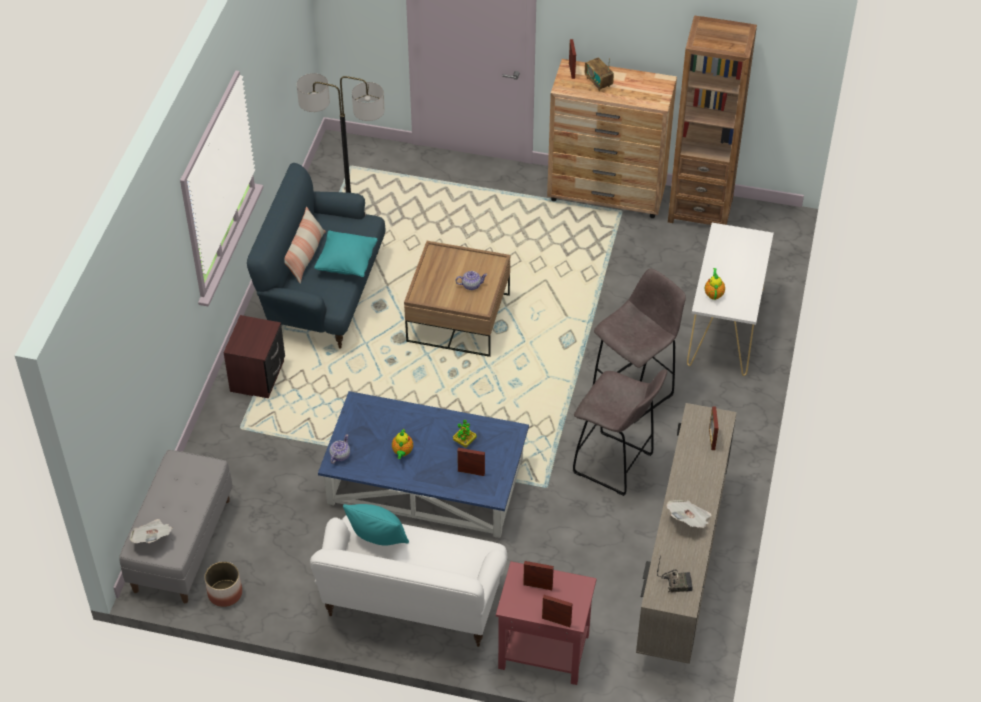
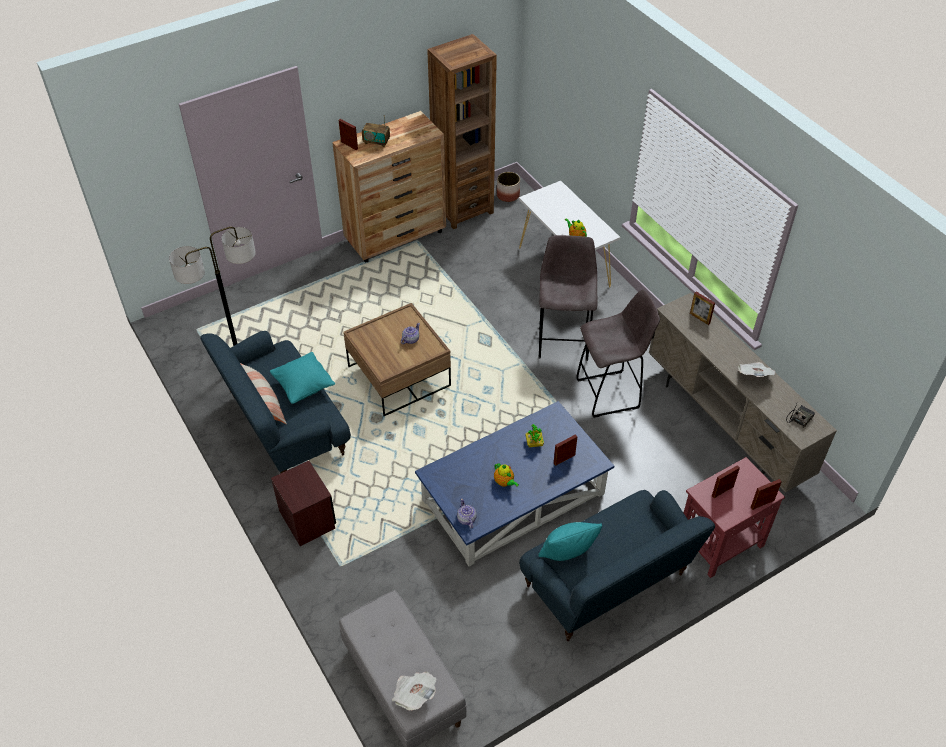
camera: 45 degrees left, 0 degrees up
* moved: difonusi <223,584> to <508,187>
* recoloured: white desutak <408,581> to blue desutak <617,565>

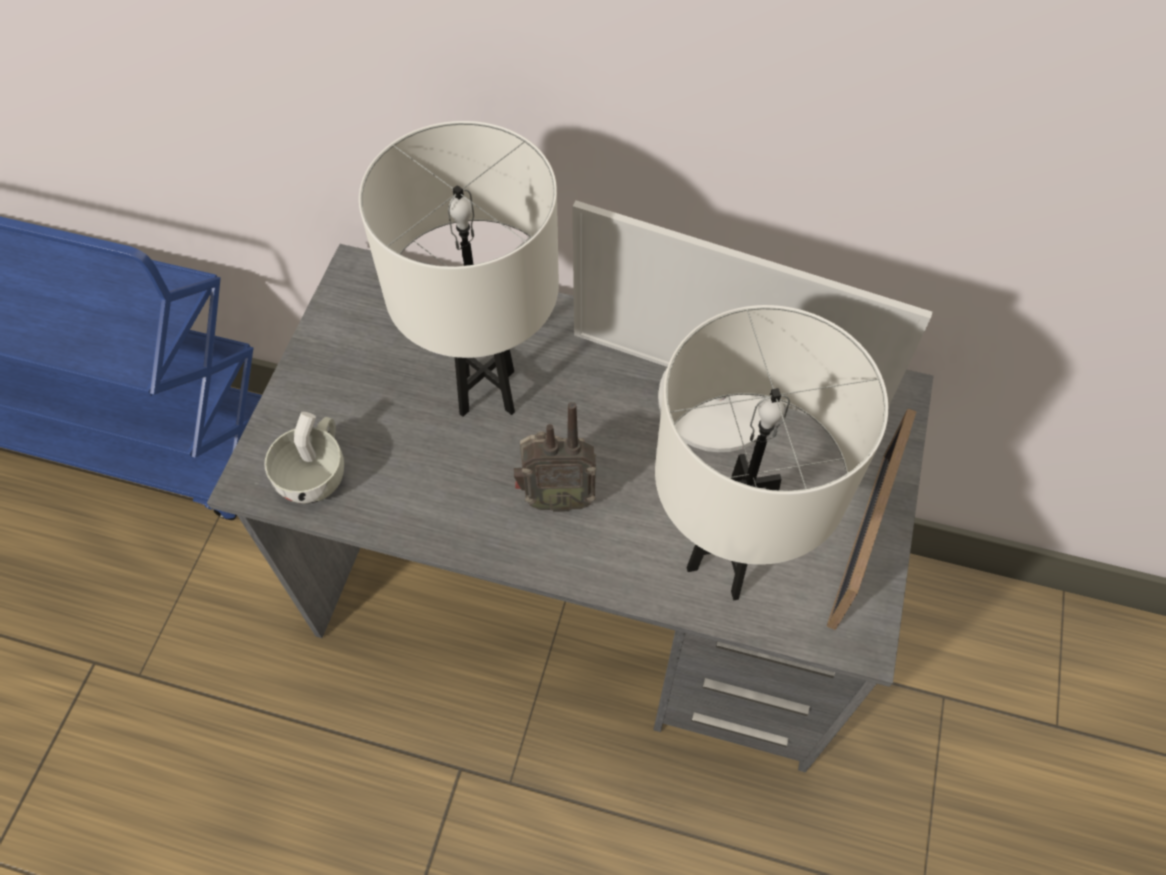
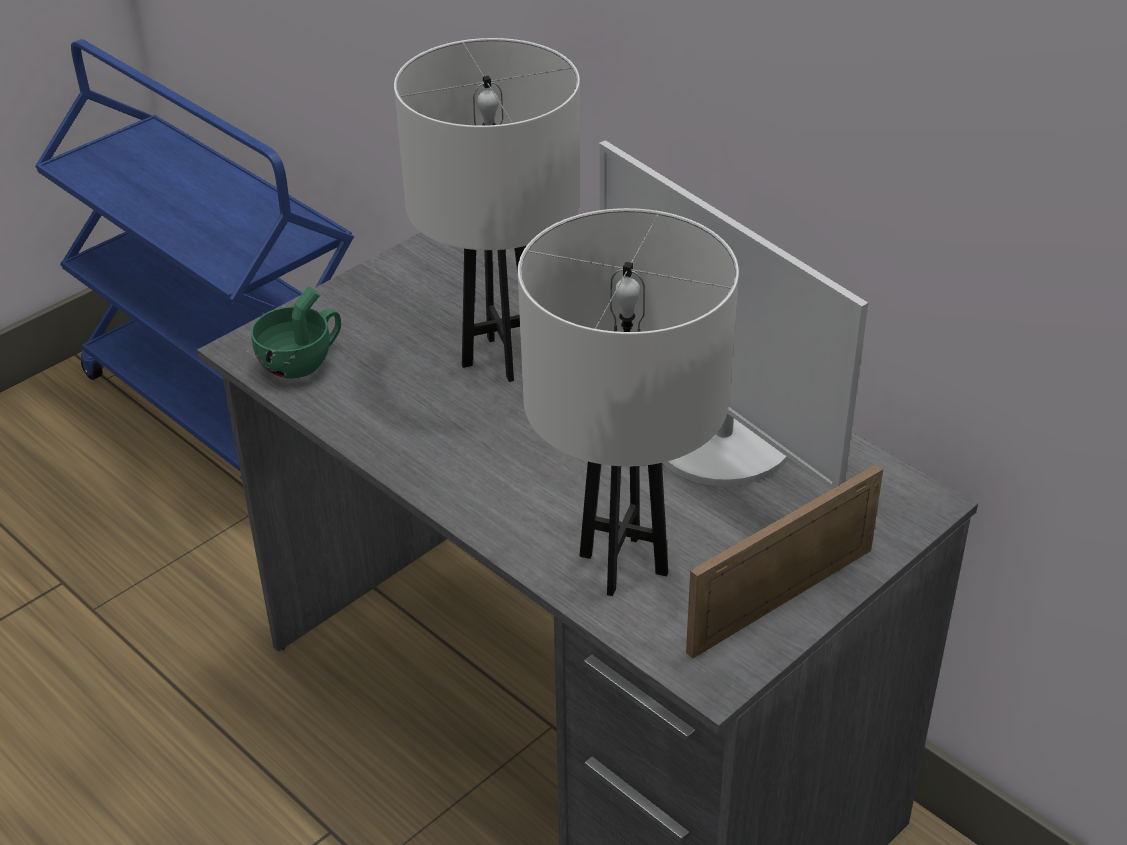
camera: 30 degrees right, 20 degrees down
* recoloured: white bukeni <304,458> to green bukeni <296,332>
* removed: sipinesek <555,457>

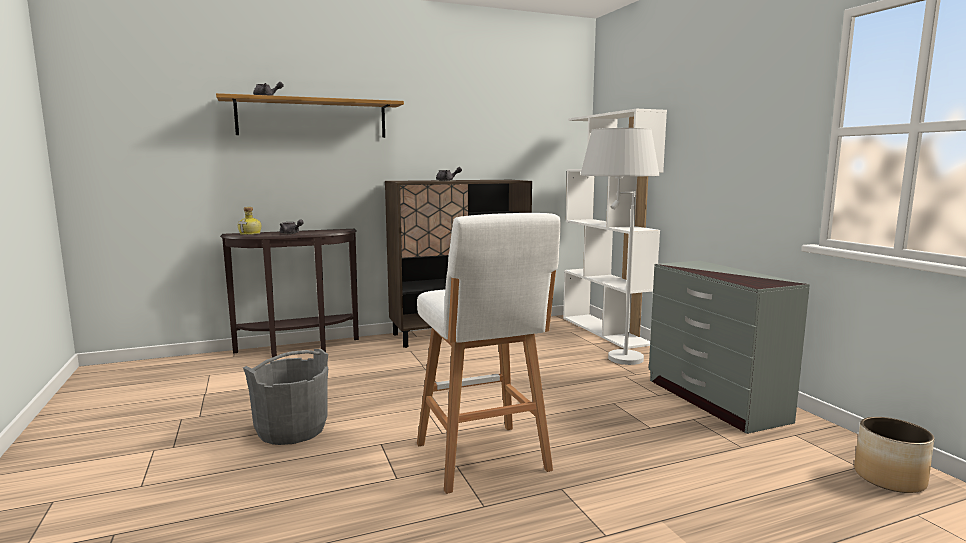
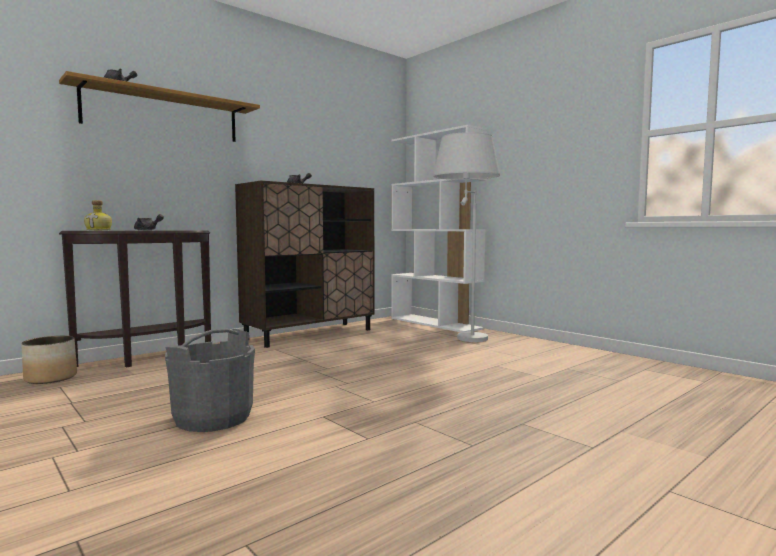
camera: 20 degrees left, 5 degrees down
* removed: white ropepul <489,353>
* removed: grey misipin <729,347>
* moved: difonusi <894,455> to <49,360>

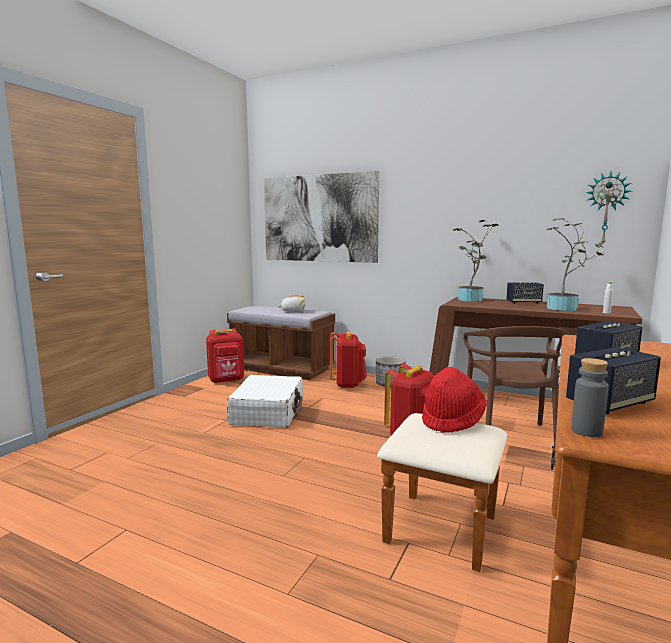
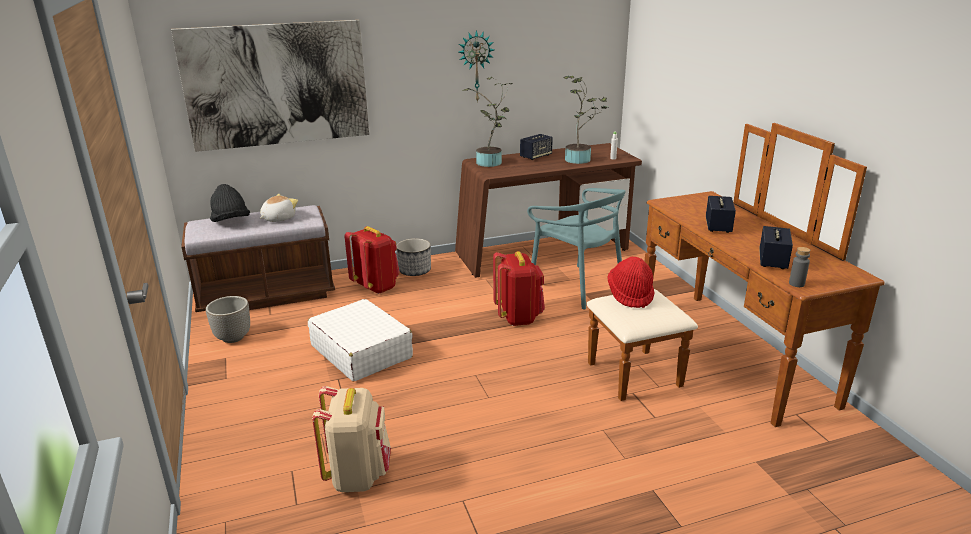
camera: 45 degrees left, 15 degrees up
* replaced: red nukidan <225,356> to difonusi <228,319>
* recoloured: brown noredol <516,391> to turquoise noredol <576,249>
* moved: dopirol <608,208> to <476,66>
* added: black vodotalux <230,203>
* added: beige nukidan <351,439>

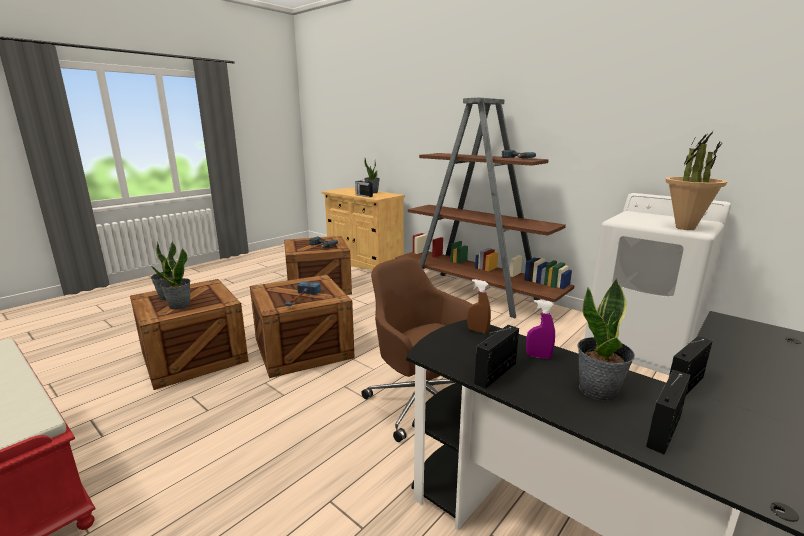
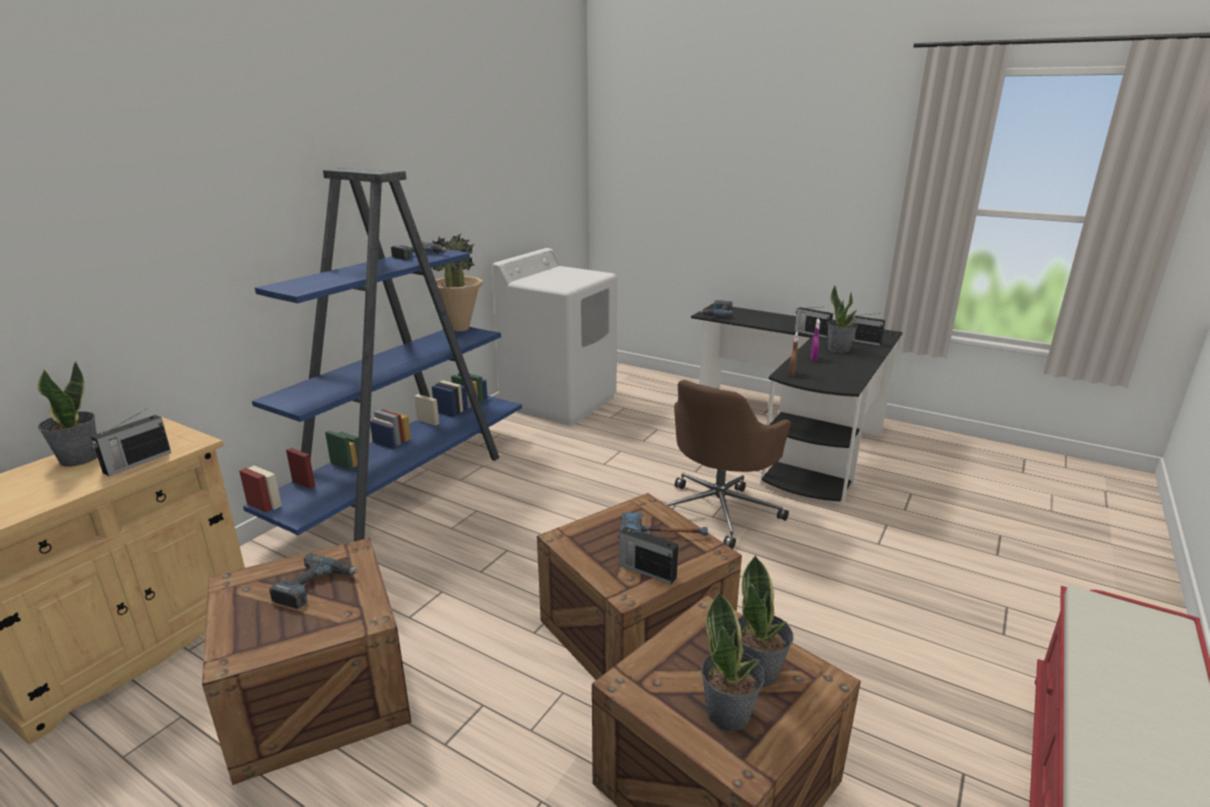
camera: 100 degrees left, 5 degrees up
* recoloured: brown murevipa <485,208> to blue murevipa <380,354>
* moved: sipinesek <496,357> to <648,555>
* moved: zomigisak <696,180> to <457,282>
* added: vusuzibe <716,308>

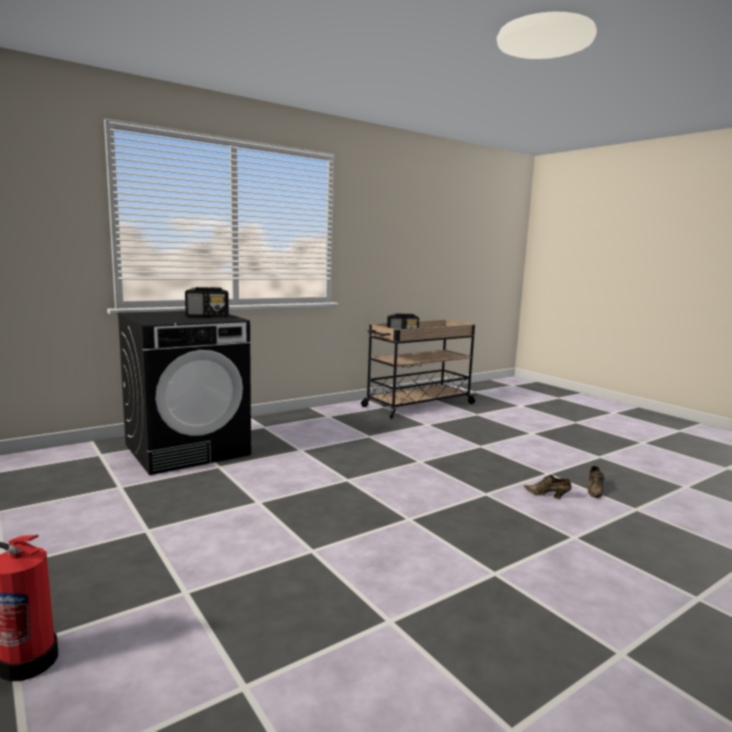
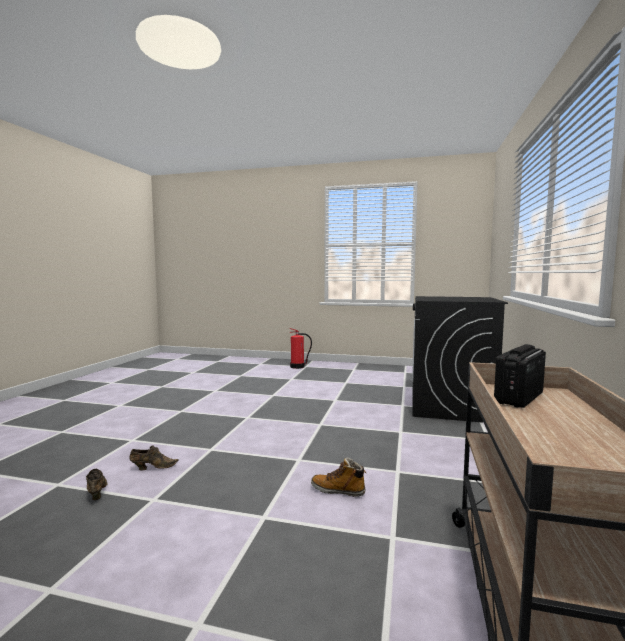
camera: 140 degrees right, 5 degrees down
* removed: sipinesek <207,302>
* added: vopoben <339,477>

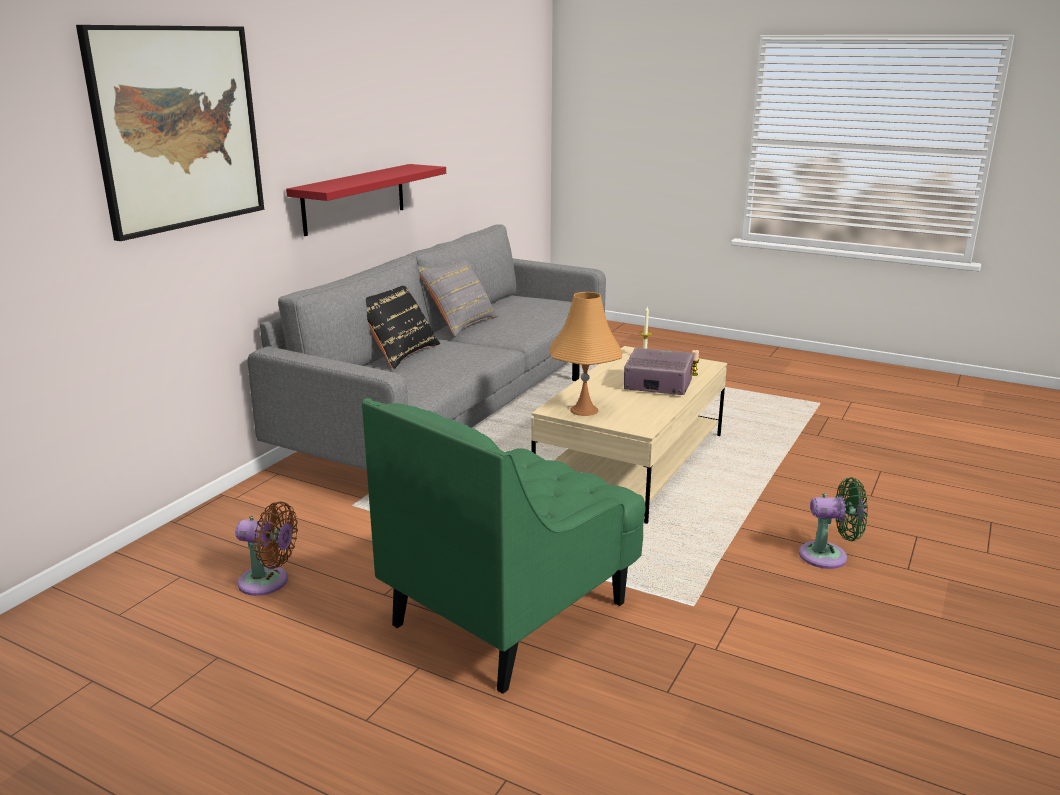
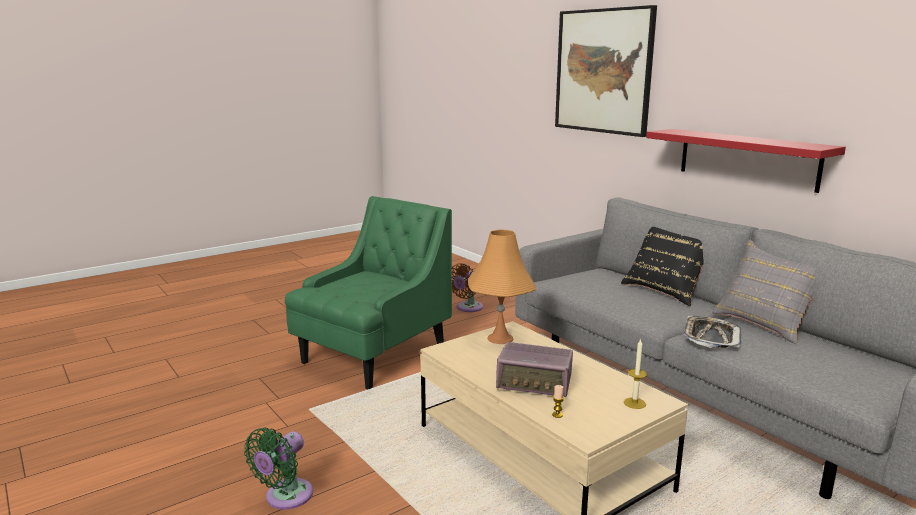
camera: 115 degrees right, 5 degrees down
* turned: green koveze <504,546> = <368,292> 60 degrees clockwise
* turned: sipinesek <658,371> = <534,369> 60 degrees clockwise
* added: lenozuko <712,332>

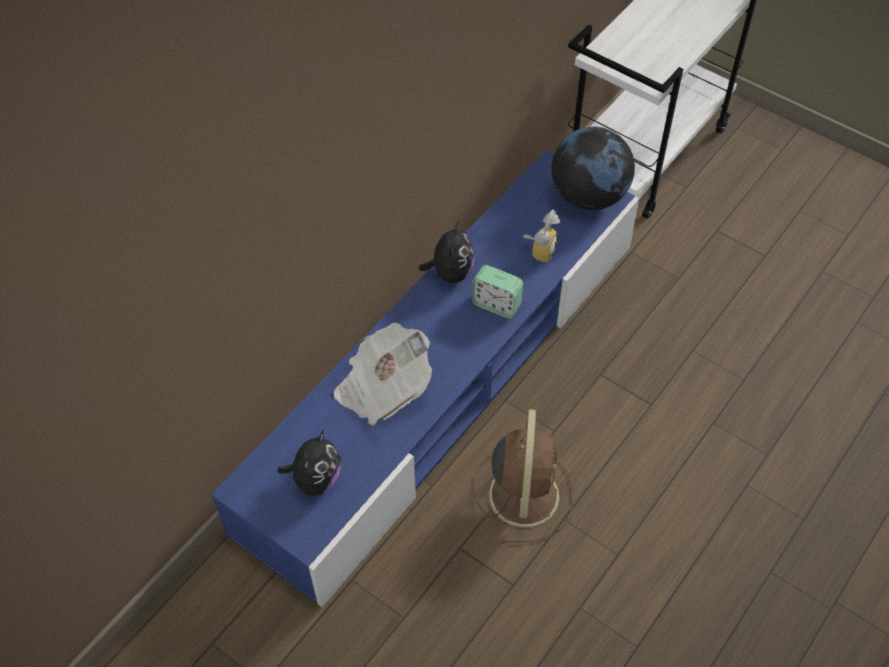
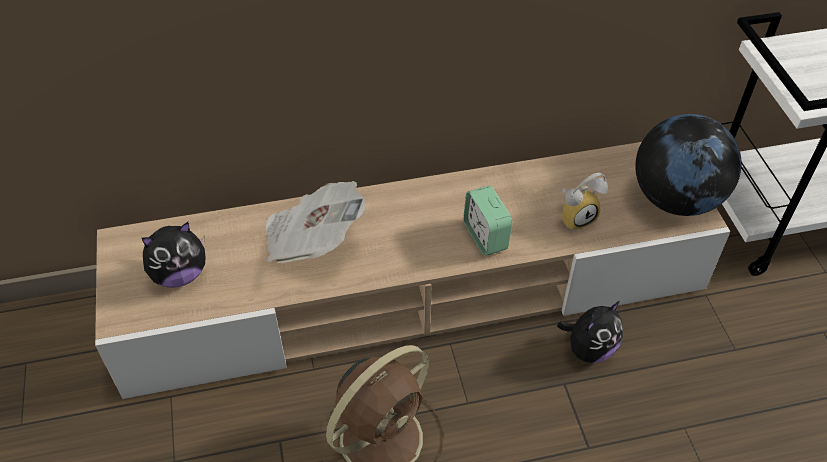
camera: 40 degrees right, 5 degrees down
* recoloured: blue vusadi <425,378> to beige vusadi <413,270>
* moved: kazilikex <447,251> to <590,332>

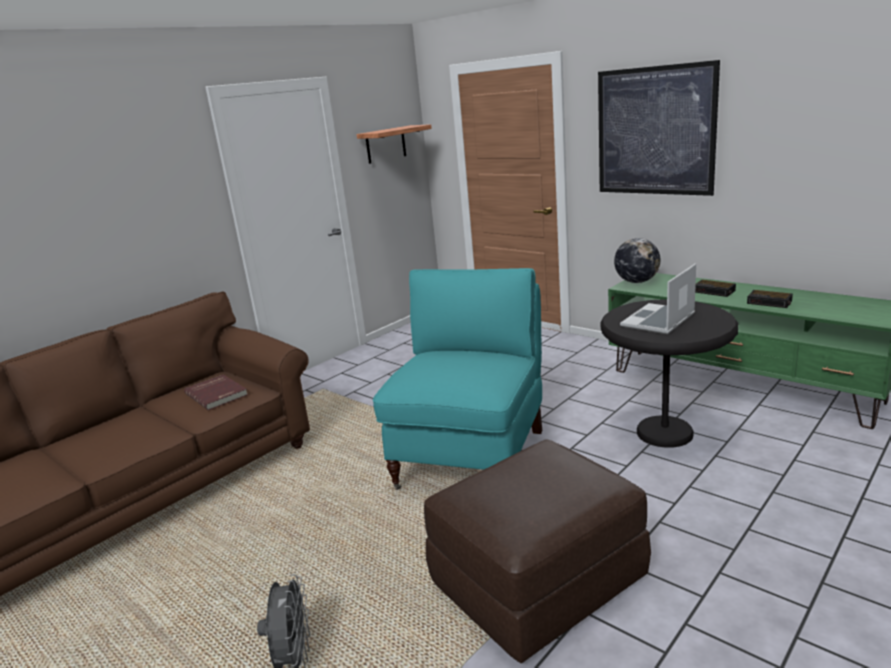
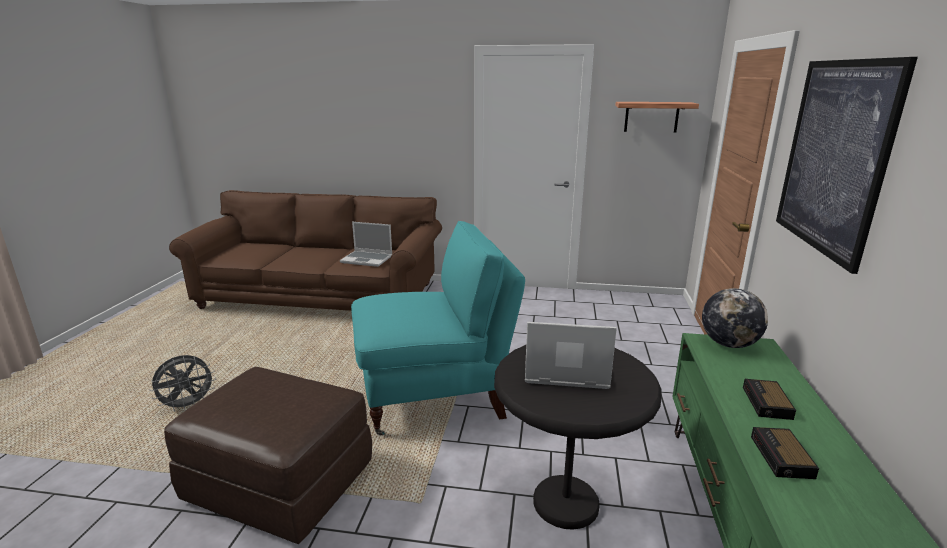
camera: 55 degrees right, 0 degrees up
* replaced: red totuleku <216,392> to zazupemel <366,244>

